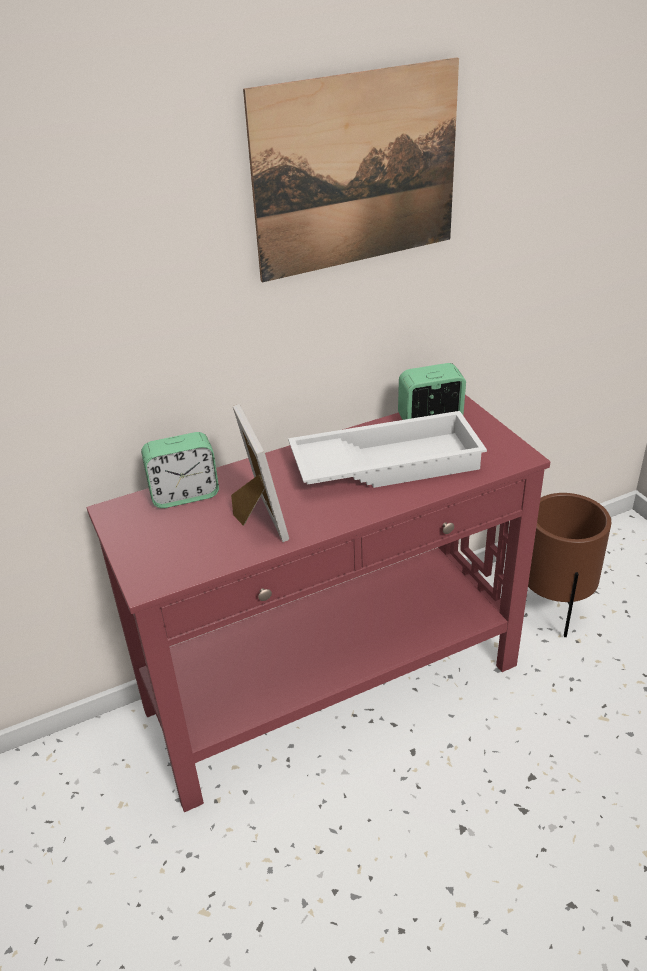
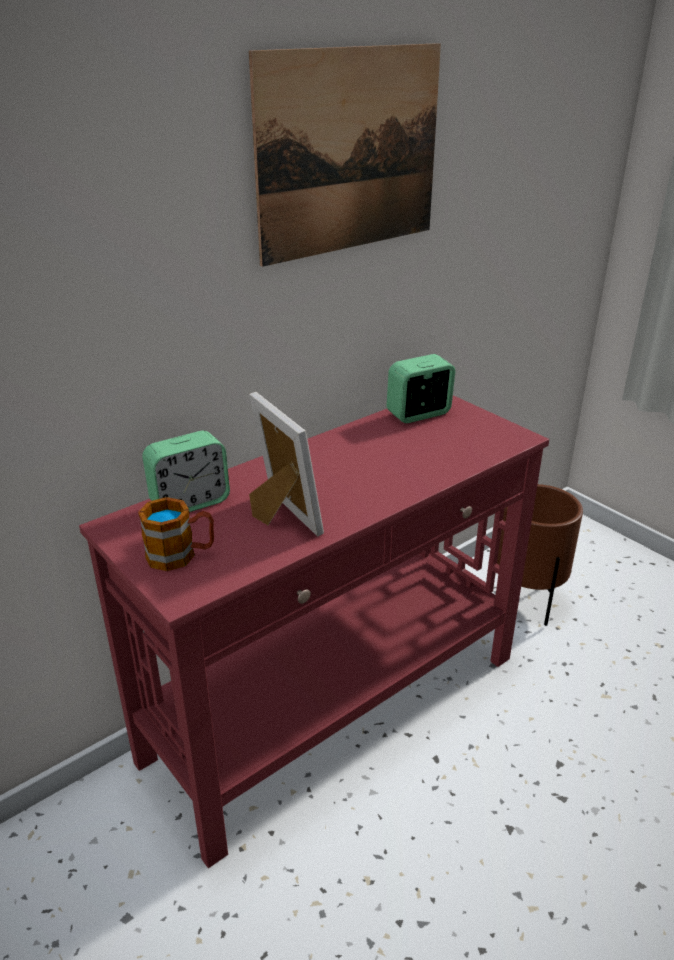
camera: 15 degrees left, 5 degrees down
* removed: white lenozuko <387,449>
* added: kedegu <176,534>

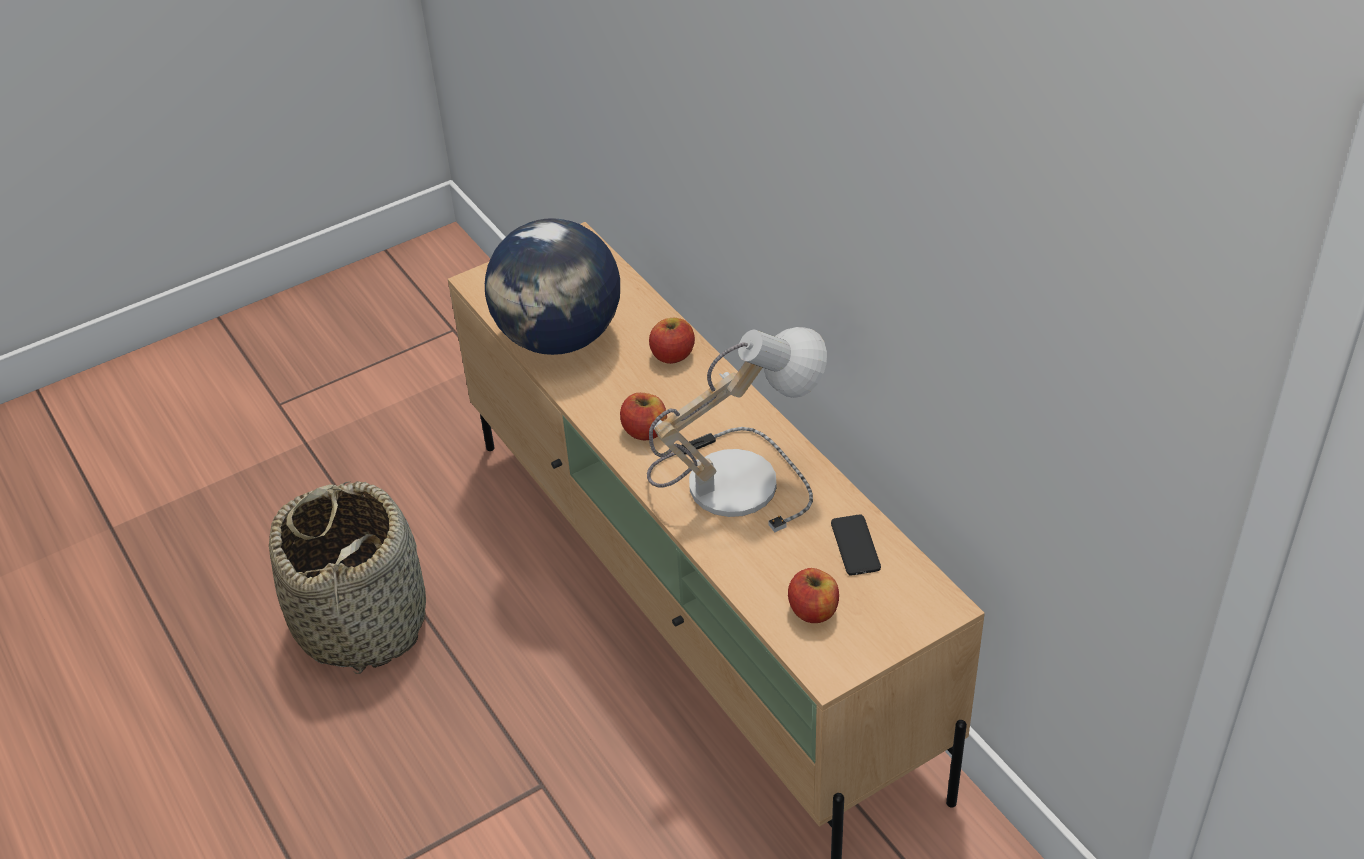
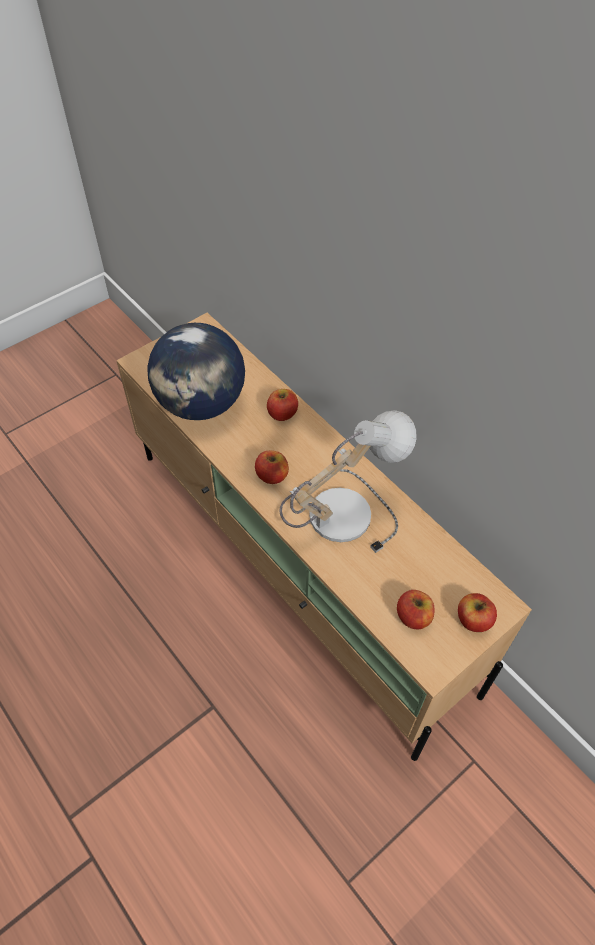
camera: 10 degrees left, 10 degrees up
* removed: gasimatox <347,577>
* removed: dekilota <856,544>
* added: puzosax <477,612>

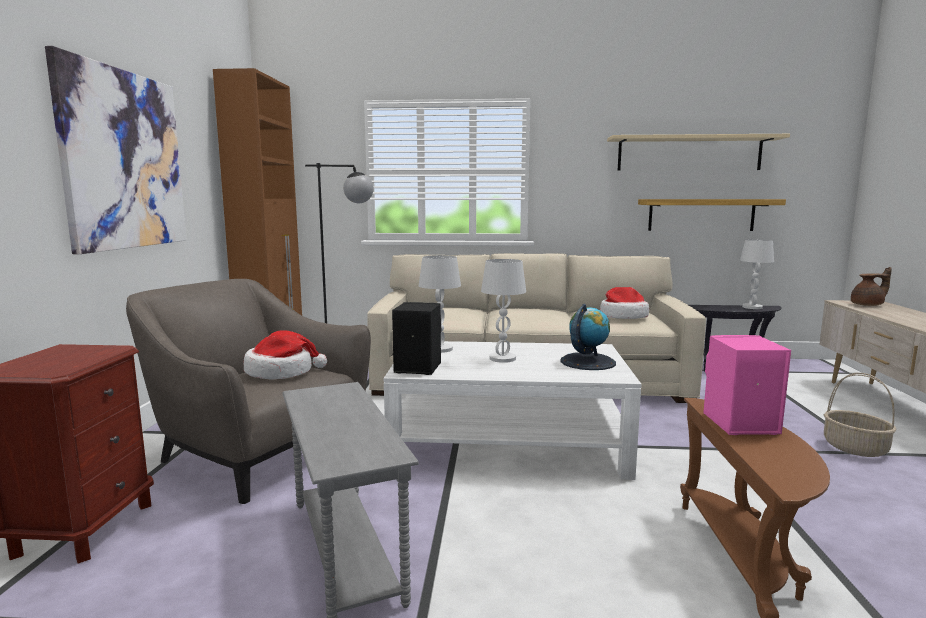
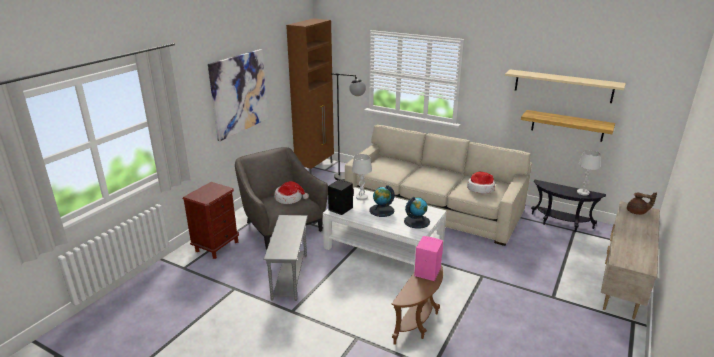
camera: 25 degrees right, 15 degrees up
* replaced: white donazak <503,311> to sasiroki <382,201>
* removed: gasimatox <860,415>

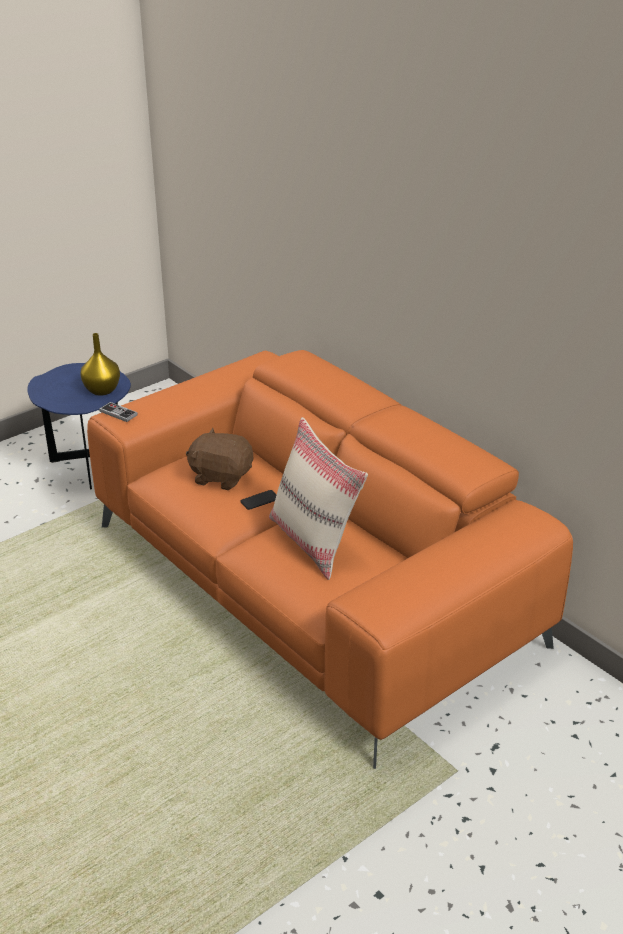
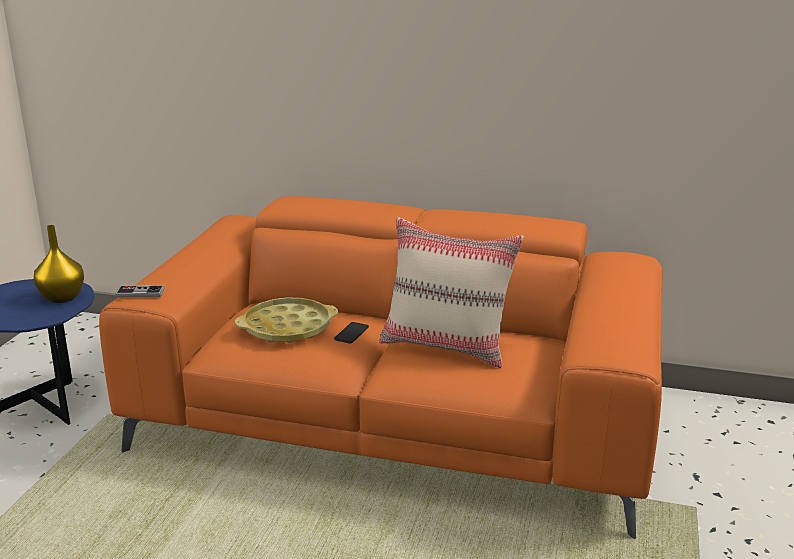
camera: 35 degrees left, 10 degrees down
* replaced: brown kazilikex <219,459> to yellow lenozuko <286,320>

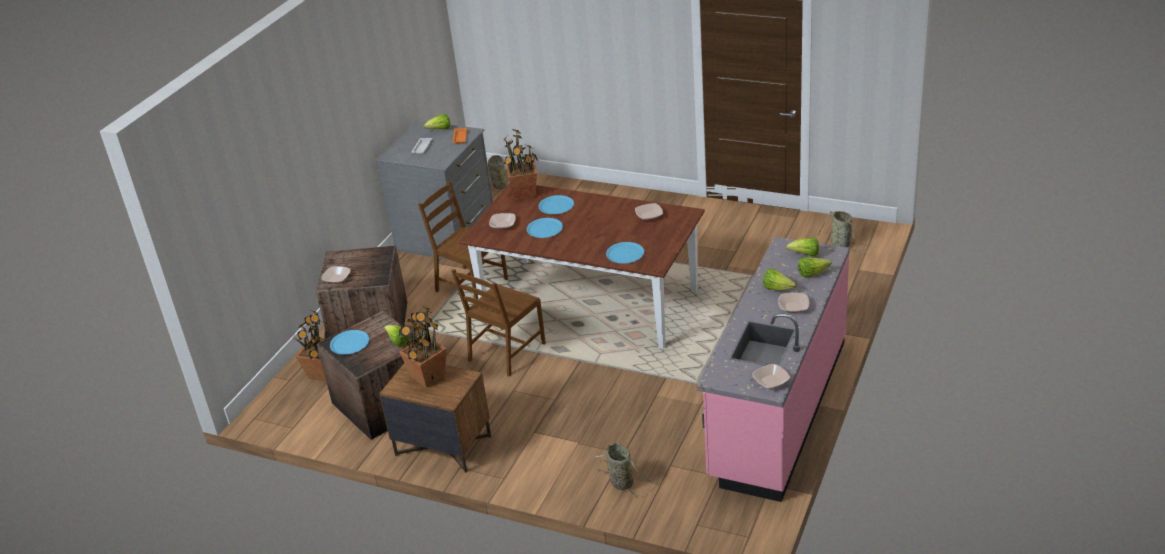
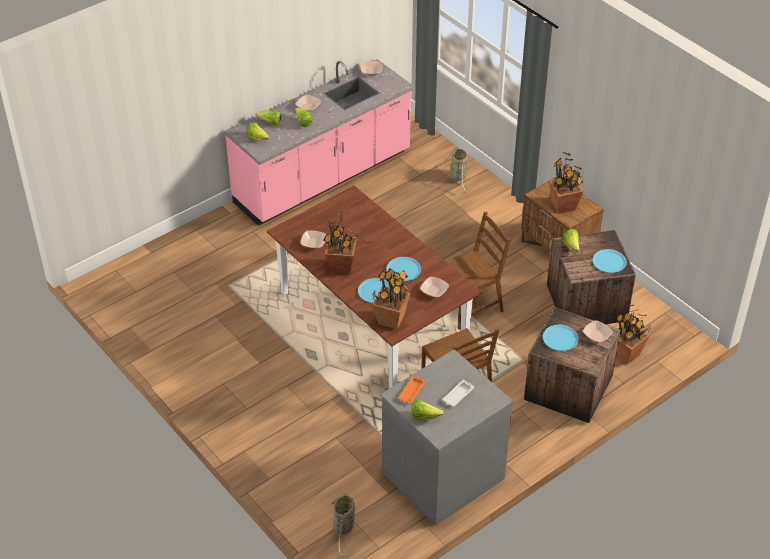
camera: 155 degrees left, 10 degrees up
* moved: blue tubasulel <625,253> to <561,338>
* removed: gasimatox <840,232>
* added: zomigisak <341,242>

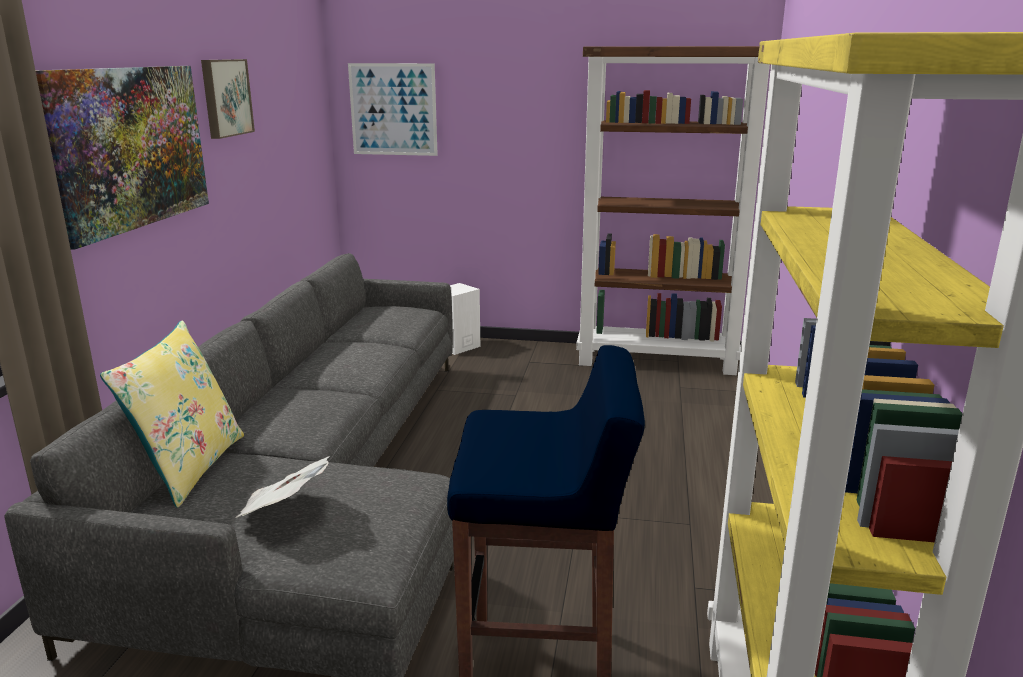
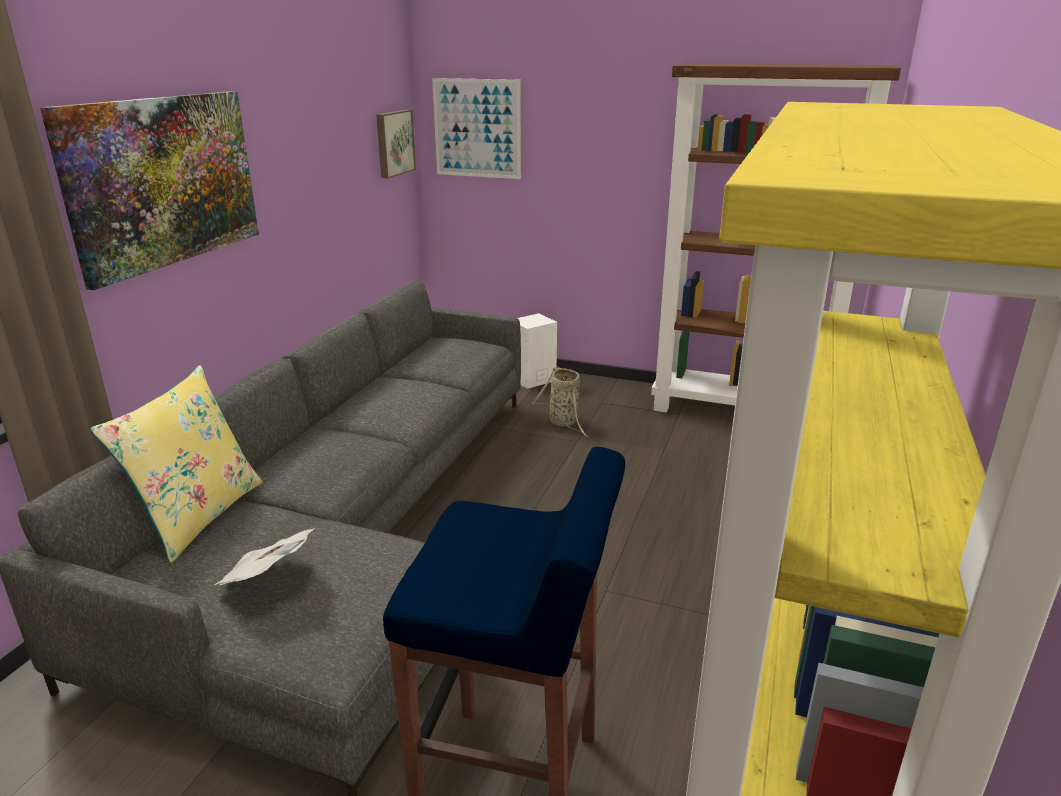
camera: 10 degrees right, 5 degrees up
* moved: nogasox <228,99> to <396,144>
* added: gasimatox <561,402>

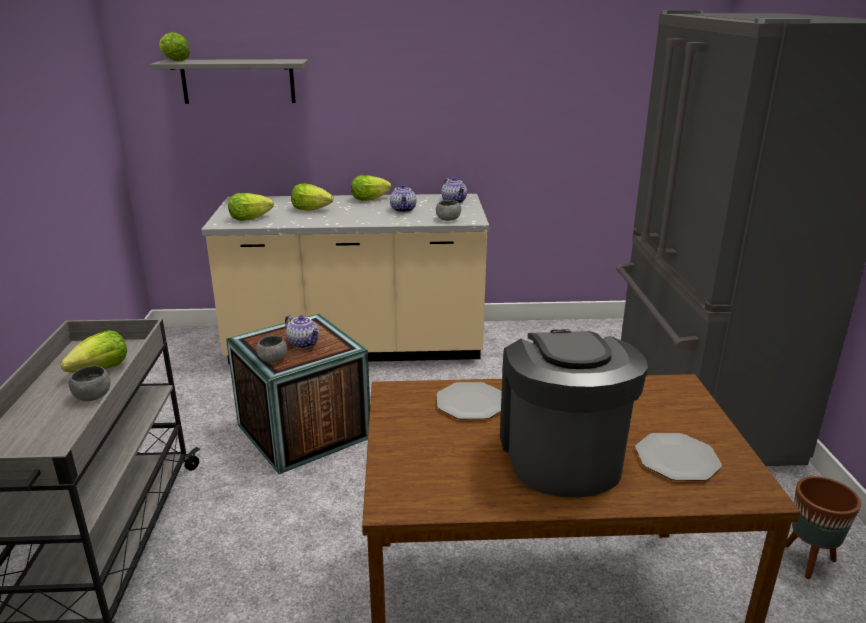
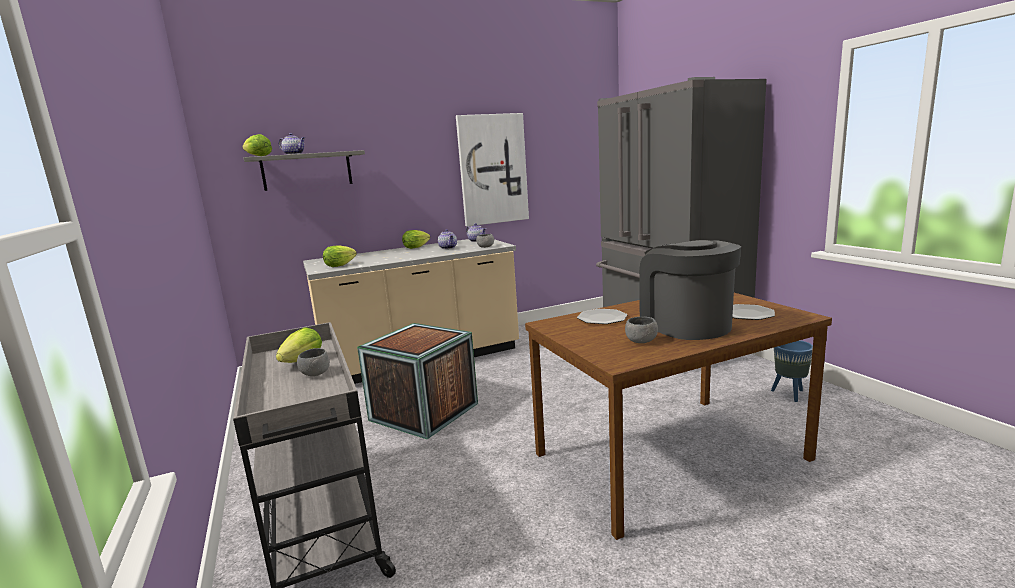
camera: 20 degrees left, 10 degrees down
* moved: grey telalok <271,349> to <641,330>
* moved: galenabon <302,332> to <291,144>
* removed: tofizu <312,197>
* recoloured: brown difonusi <823,527> to blue difonusi <792,371>
* added: nogasox <492,169>

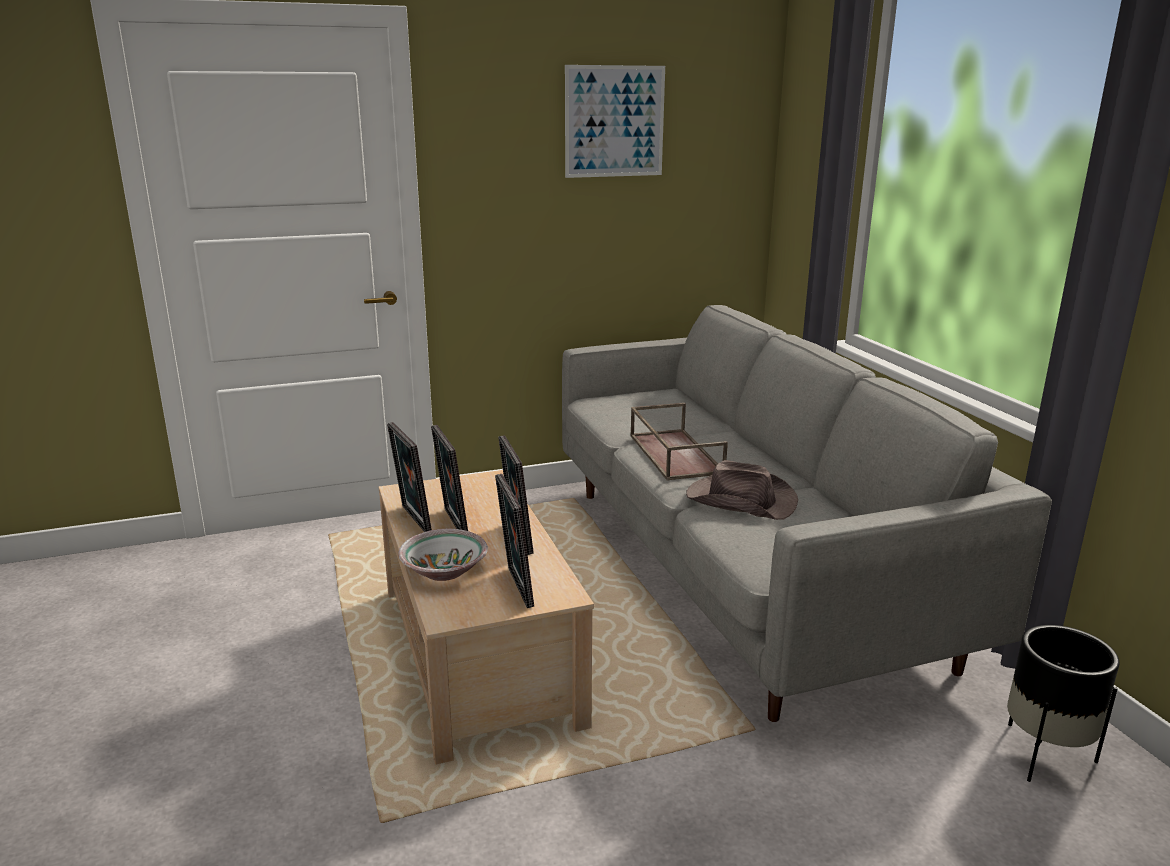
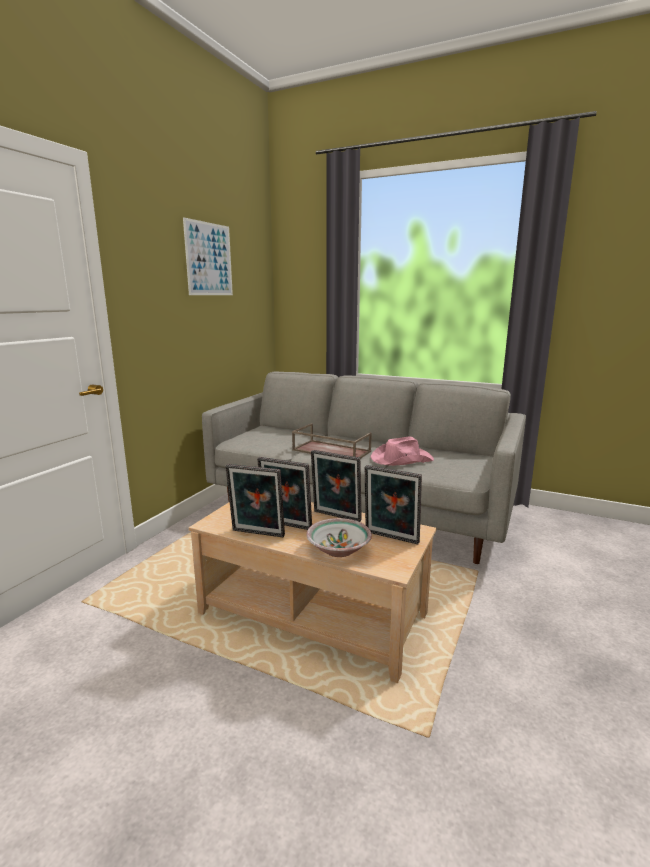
camera: 45 degrees left, 5 degrees down
* recoloured: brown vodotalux <742,490> to pink vodotalux <402,451>
* removed: black difonusi <1063,703>

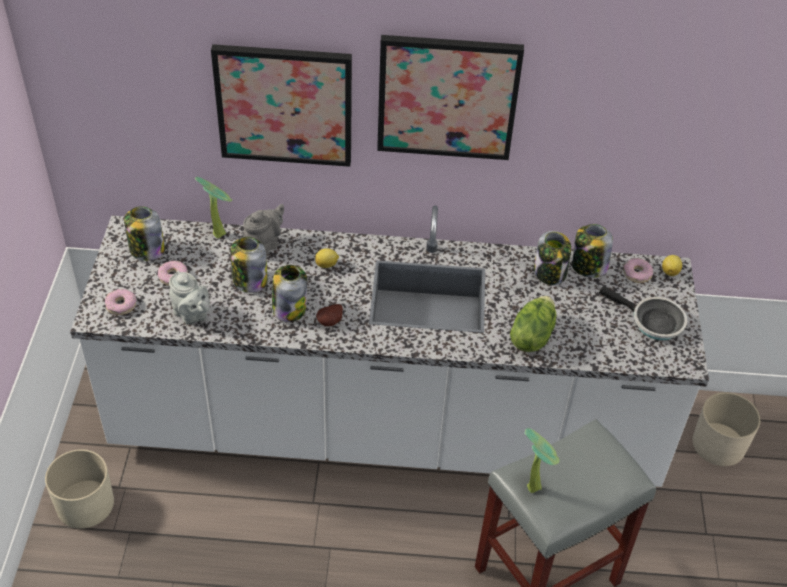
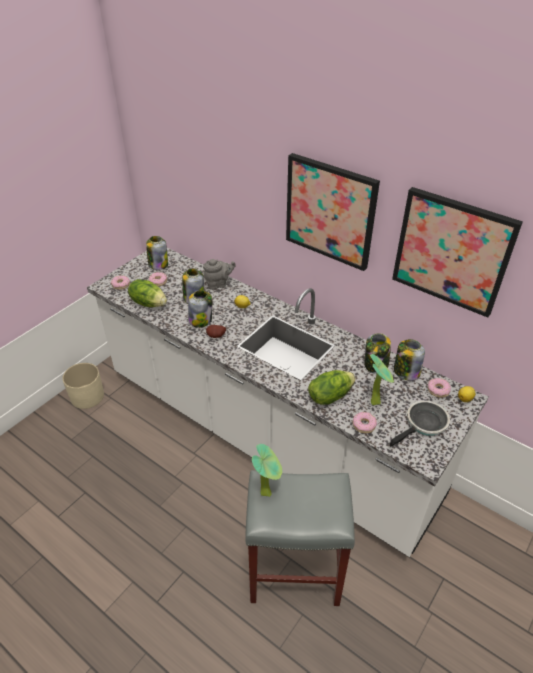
camera: 35 degrees right, 5 degrees down
* replaced: grey galenabon <189,298> to tofizu <147,293>
* moved: zomigisak <213,207> to <382,379>
* moved: nogasox <281,105> to <457,252>
* turned: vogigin <643,313> = <420,424> 105 degrees counterclockwise
* removed: beige difonusi <726,429>
* added: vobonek <365,422>

